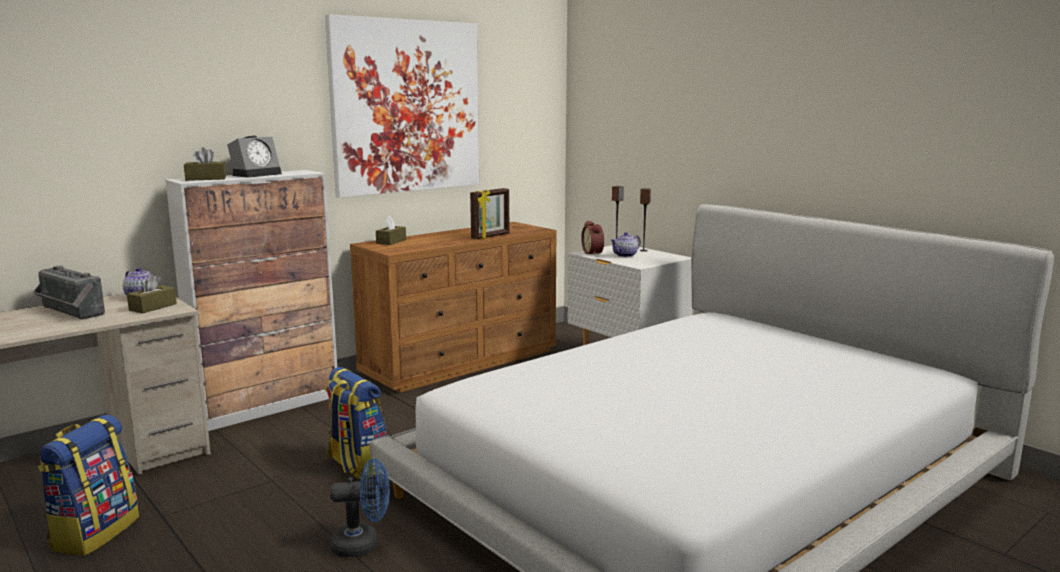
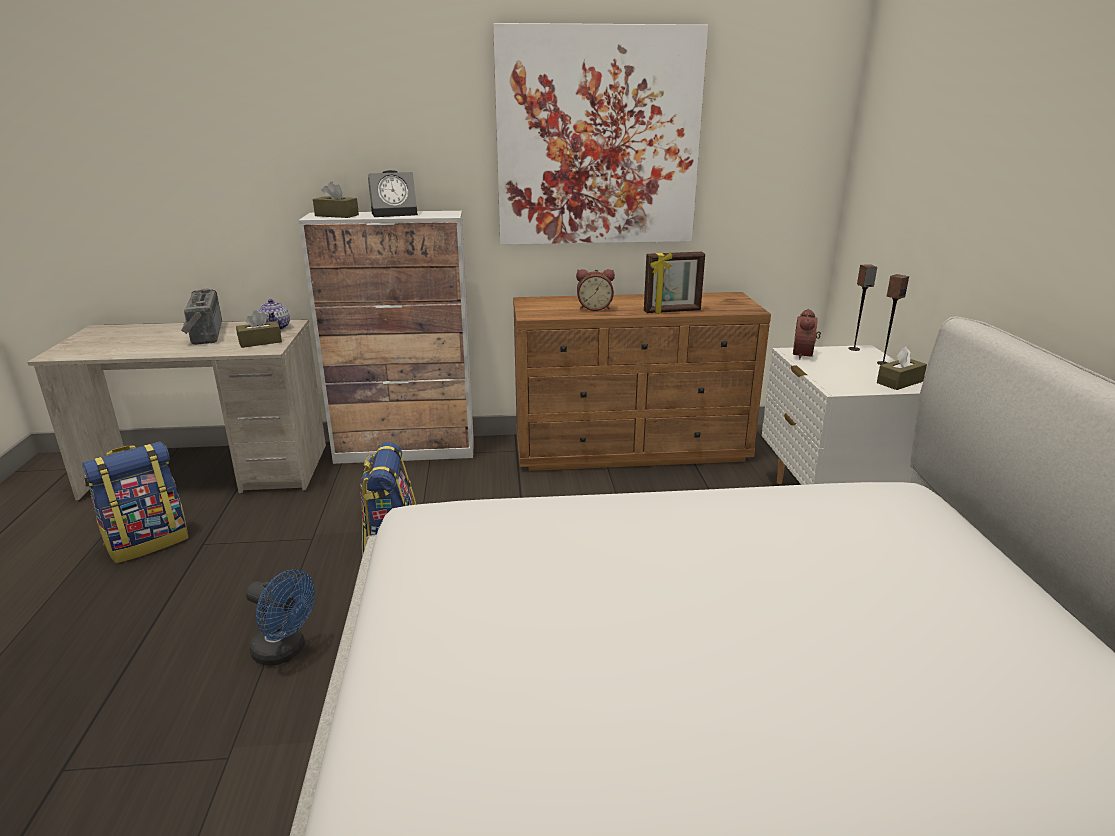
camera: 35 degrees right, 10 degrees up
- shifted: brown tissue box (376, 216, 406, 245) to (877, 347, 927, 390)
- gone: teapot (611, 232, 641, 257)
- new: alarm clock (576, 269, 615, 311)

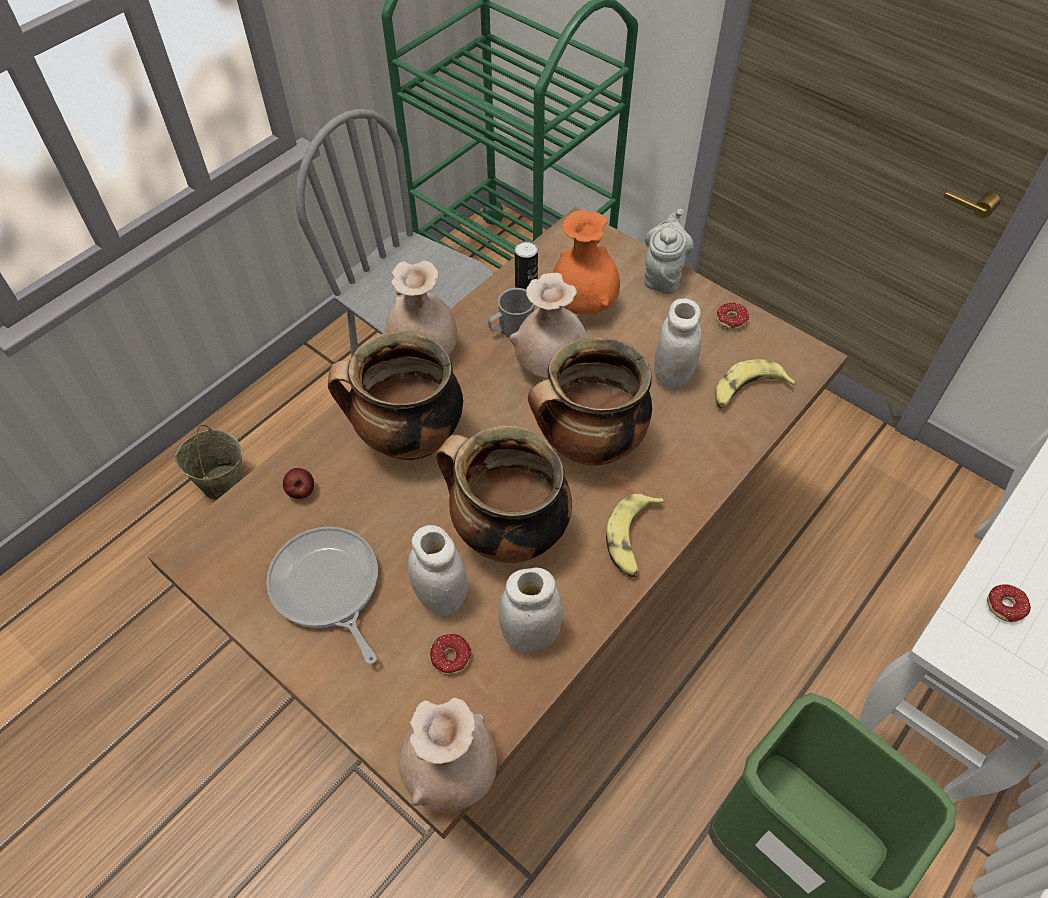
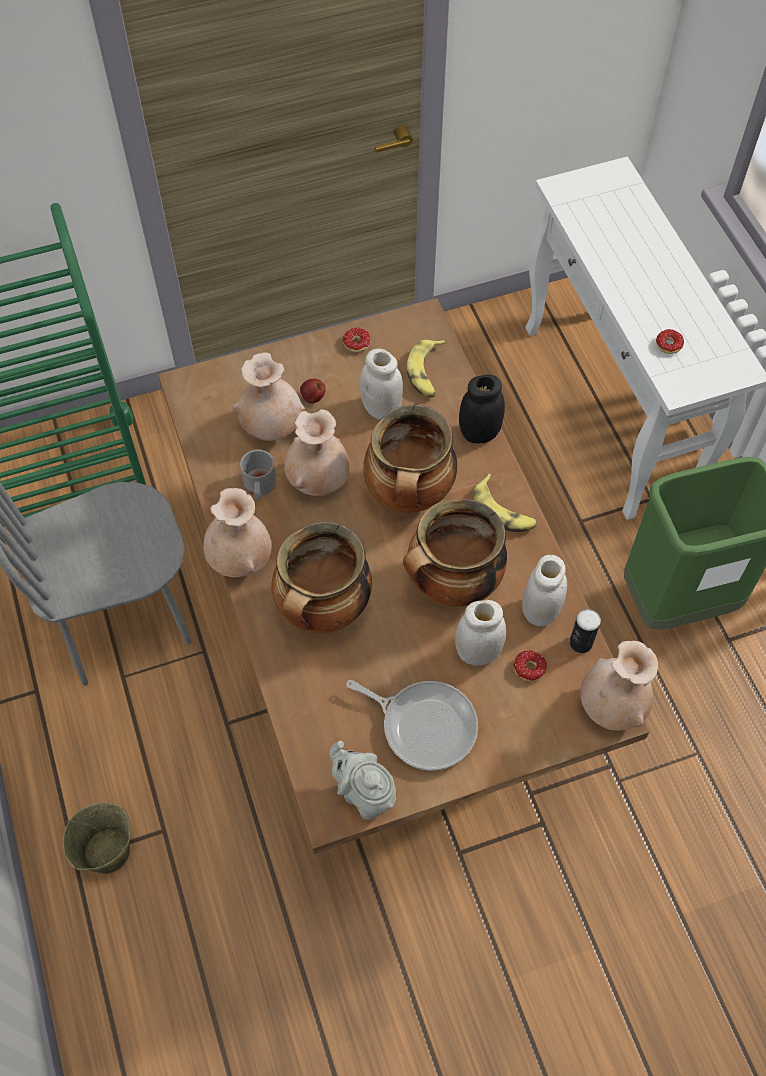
camera: 60 degrees left, 5 degrees up
- rotated: frying pan (267, 527, 378, 664) = (346, 680, 478, 770) 150 degrees counterclockwise
- shifted: apple (283, 468, 314, 499) to (300, 379, 326, 404)
- shifted: can (515, 241, 538, 289) to (570, 609, 601, 653)
- repainted: orange vase (553, 210, 620, 315) to beige vase (232, 352, 305, 441)
- shifted: grey teapot (644, 209, 694, 294) to (329, 741, 396, 820)
- new: black jar (459, 374, 505, 443)

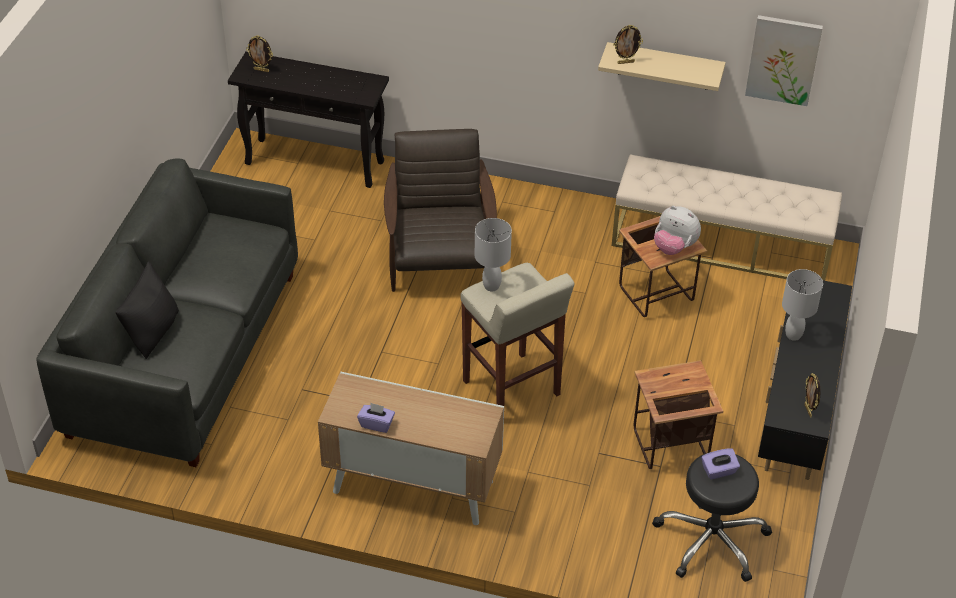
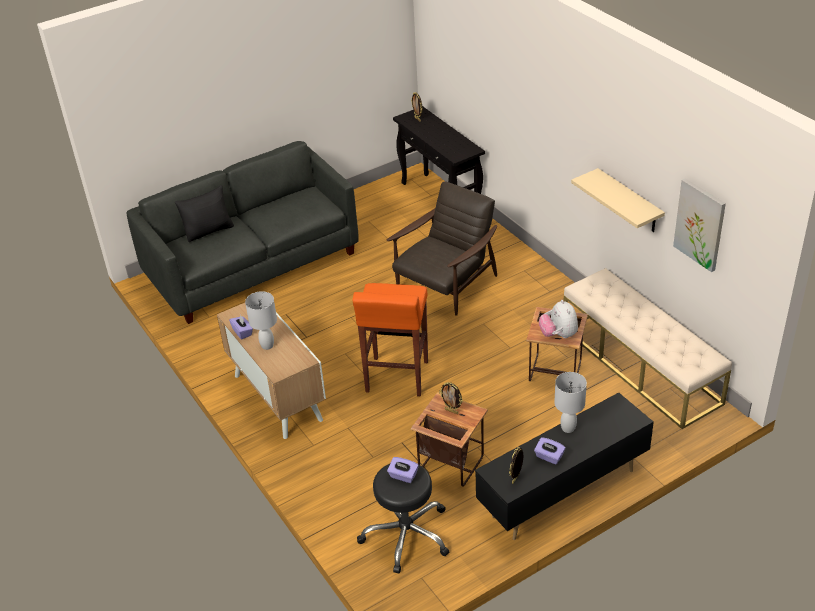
camera: 45 degrees right, 5 degrees down
- repainted: beige stool (461, 263, 574, 406) to orange stool (352, 283, 428, 396)
- shifted: white table lamp (475, 218, 512, 291) to (245, 291, 277, 350)
- shifted: picture frame (613, 25, 643, 64) to (439, 382, 463, 414)
- new: purple tissue box (534, 437, 566, 464)

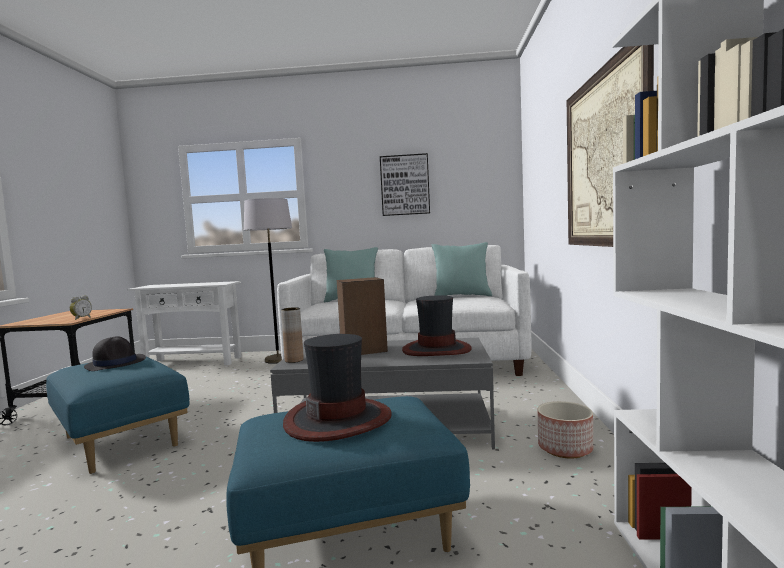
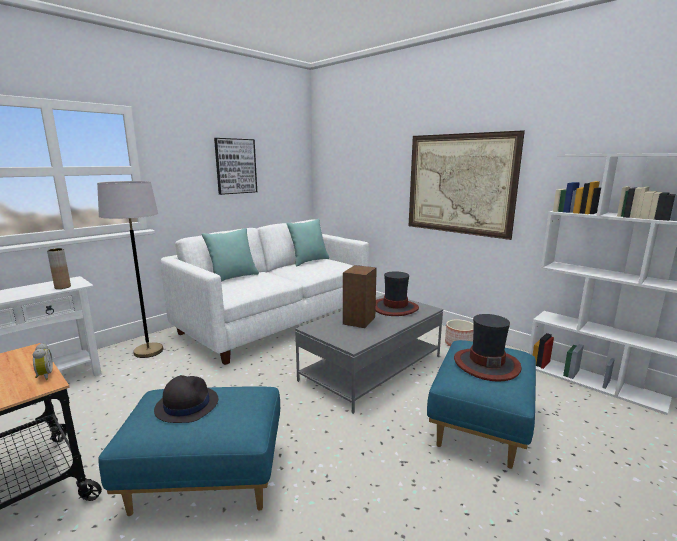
camera: 50 degrees left, 10 degrees up
- shifted: brown vase (281, 307, 304, 363) to (47, 248, 71, 289)

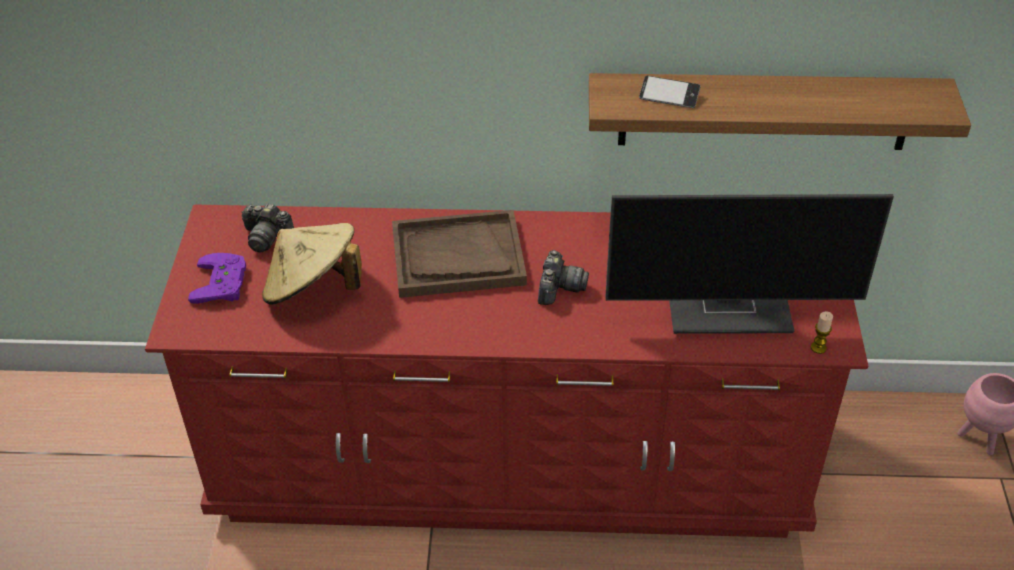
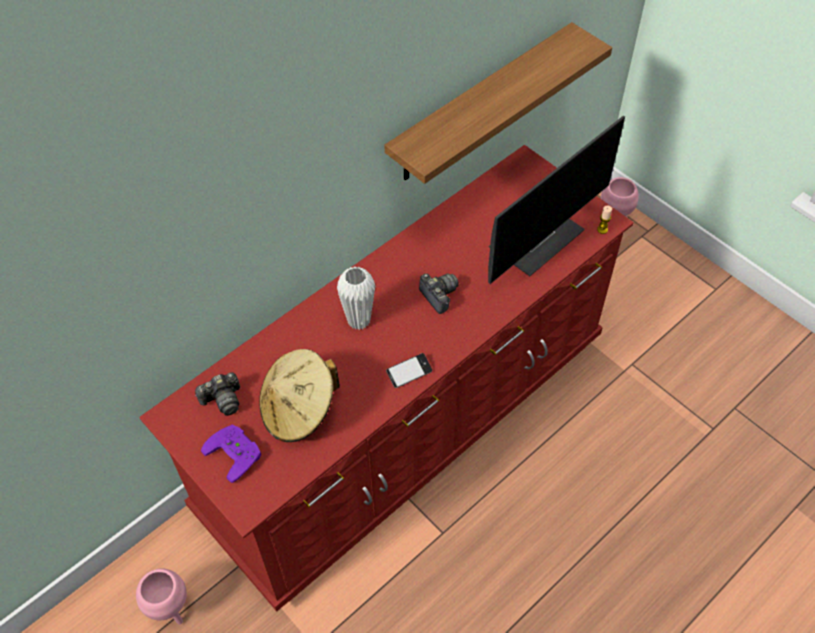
camera: 45 degrees left, 10 degrees up
- swapped: brown tray (392, 210, 527, 298) to white vase (337, 267, 375, 330)
- shifted: phone (639, 76, 700, 108) to (386, 353, 432, 388)
- new: pink planter (136, 568, 187, 624)

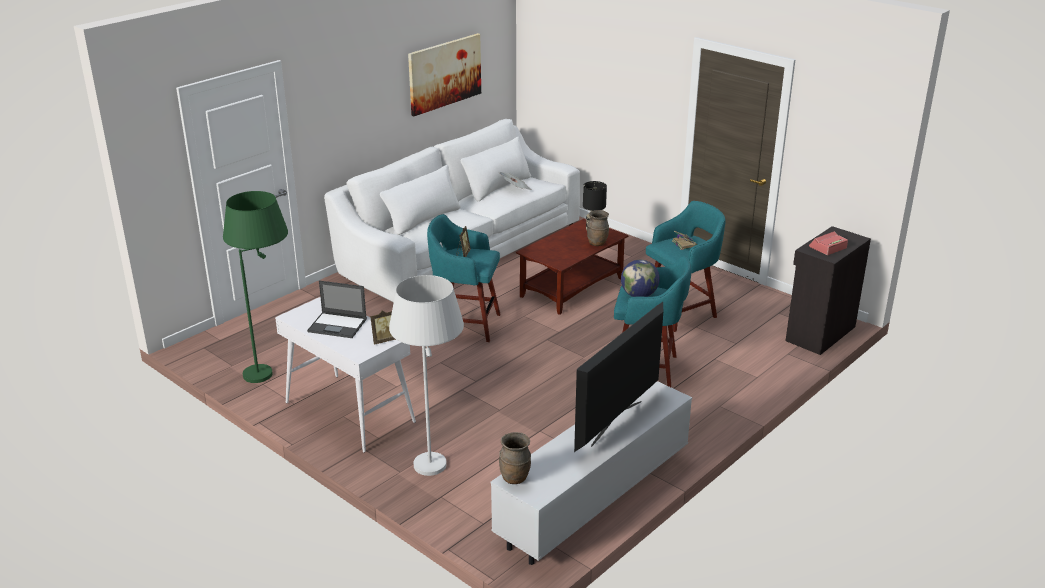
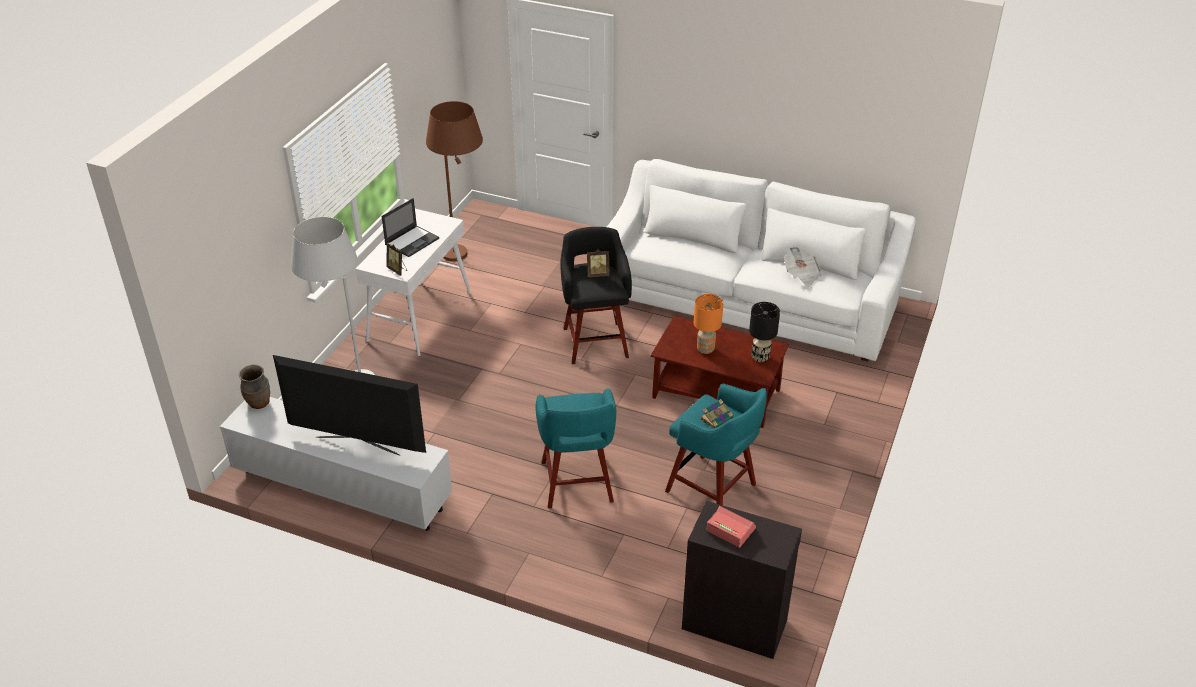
camera: 70 degrees right, 10 degrees up
- repainted: green floor lamp (223, 191, 288, 383) to brown floor lamp (426, 101, 483, 261)
- rotated: laptop (307, 281, 367, 338) = (382, 198, 439, 257) 135 degrees counterclockwise
- gone: picture (408, 33, 481, 117)
- repainted: turquoise stool (427, 214, 501, 342) to black stool (560, 227, 632, 364)
- gone: brown vase (587, 210, 609, 246)
- gone: globe (621, 260, 660, 297)
- new: orange table lamp (694, 294, 723, 354)

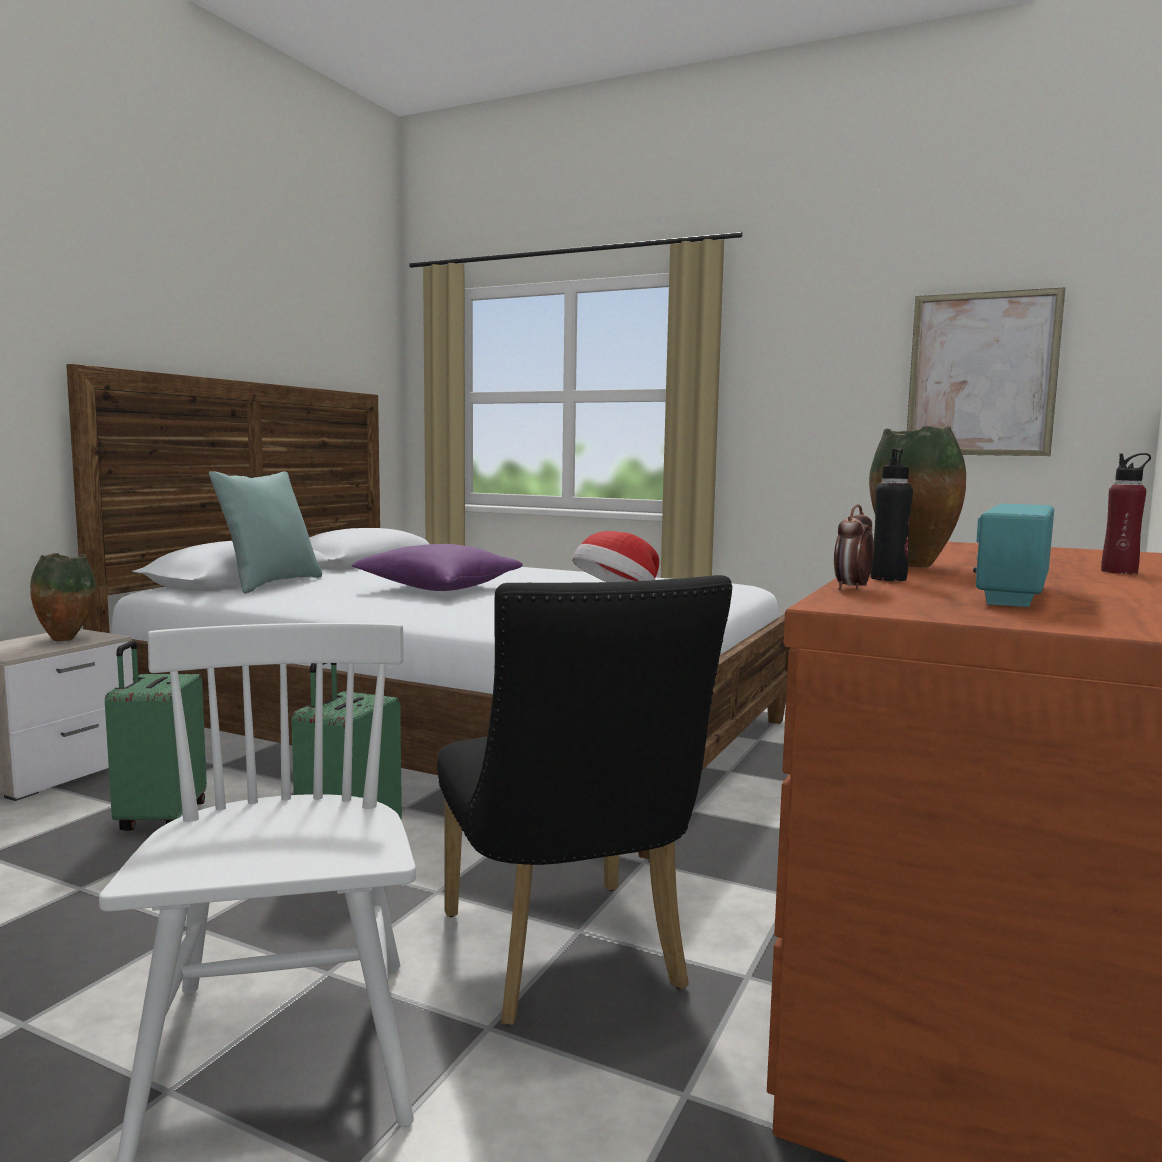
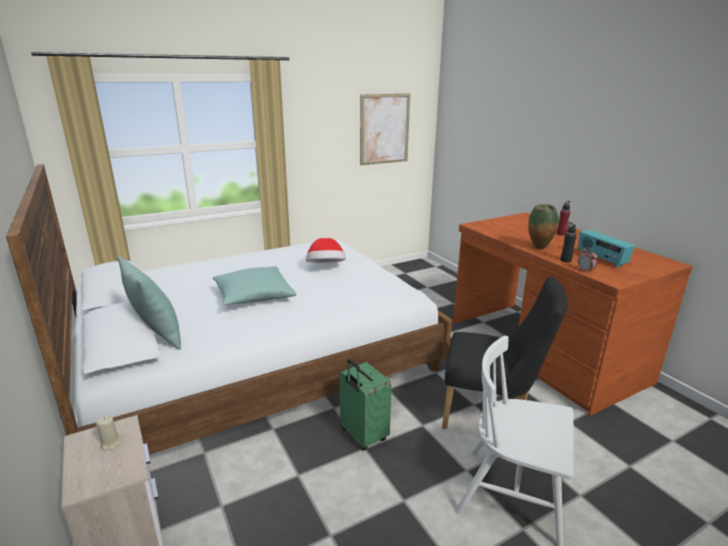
camera: 55 degrees left, 15 degrees up
- swapped: vase (30, 553, 96, 641) to beige candle (96, 416, 121, 451)
- gone: green suitcase (105, 641, 207, 831)
- repainted: purple pillow (351, 544, 523, 591) to turquoise pillow (213, 266, 297, 305)

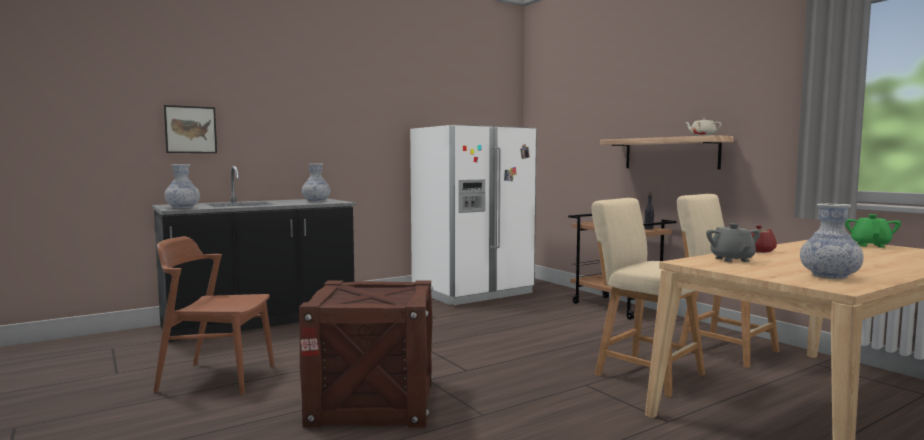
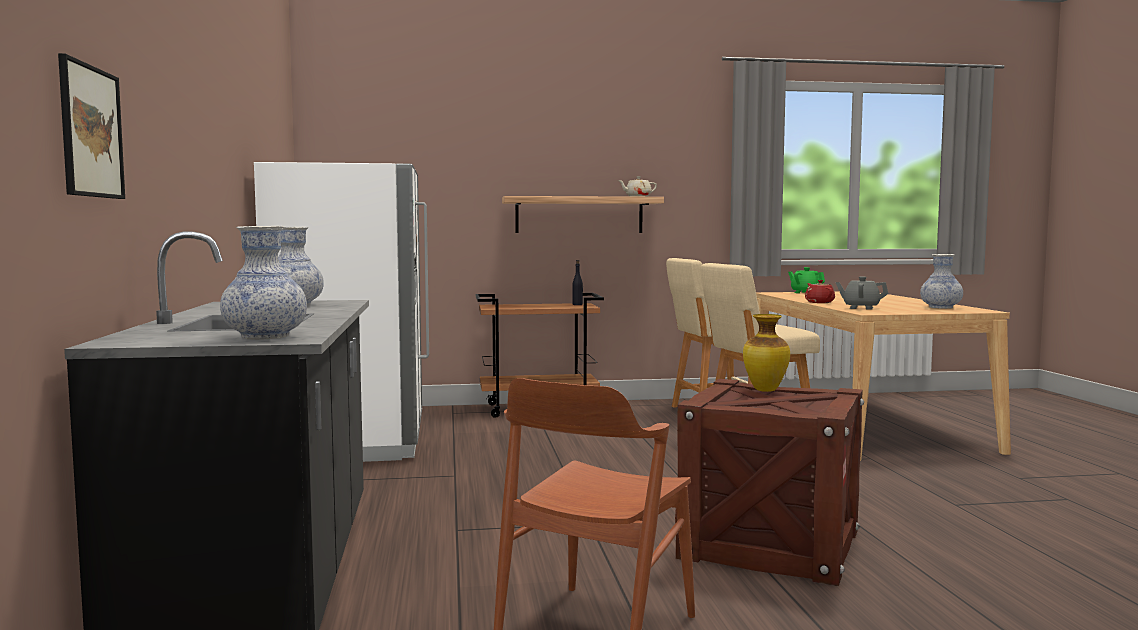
camera: 65 degrees left, 0 degrees up
- new: vase (743, 314, 790, 392)

